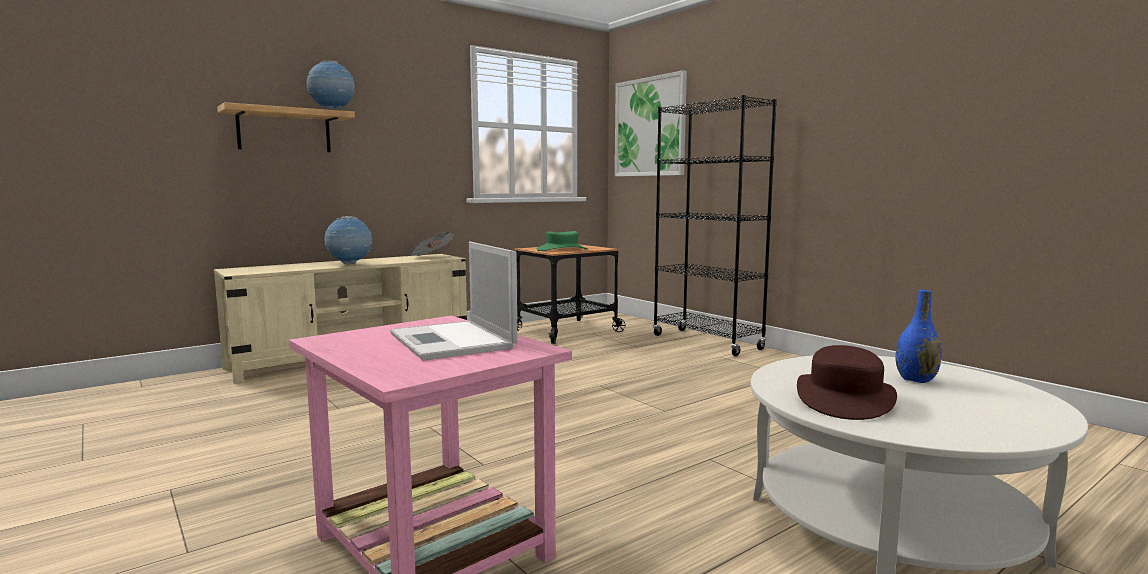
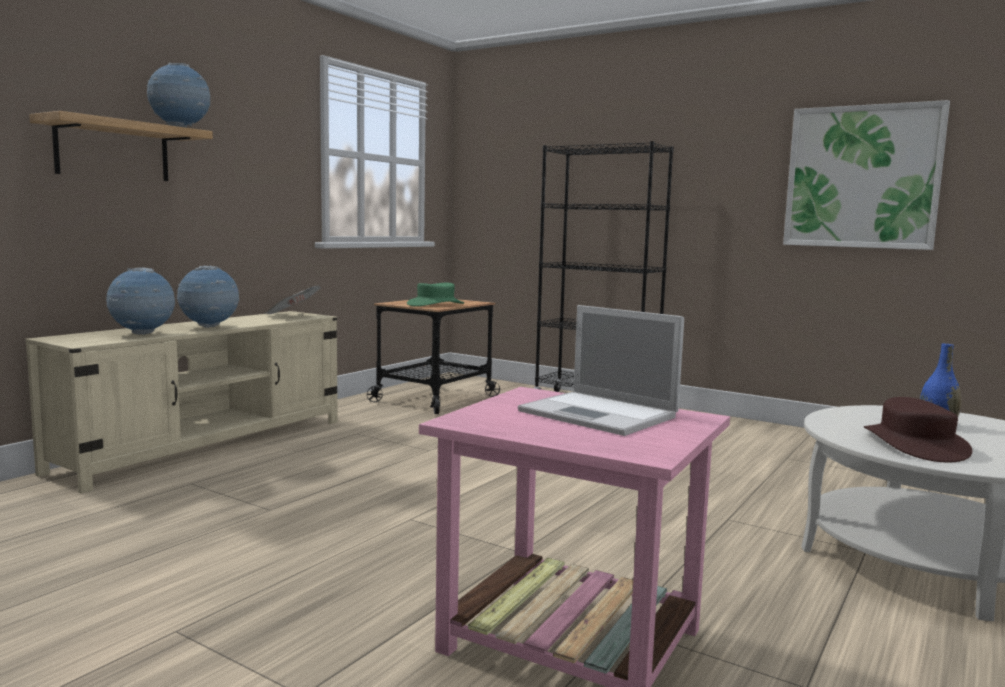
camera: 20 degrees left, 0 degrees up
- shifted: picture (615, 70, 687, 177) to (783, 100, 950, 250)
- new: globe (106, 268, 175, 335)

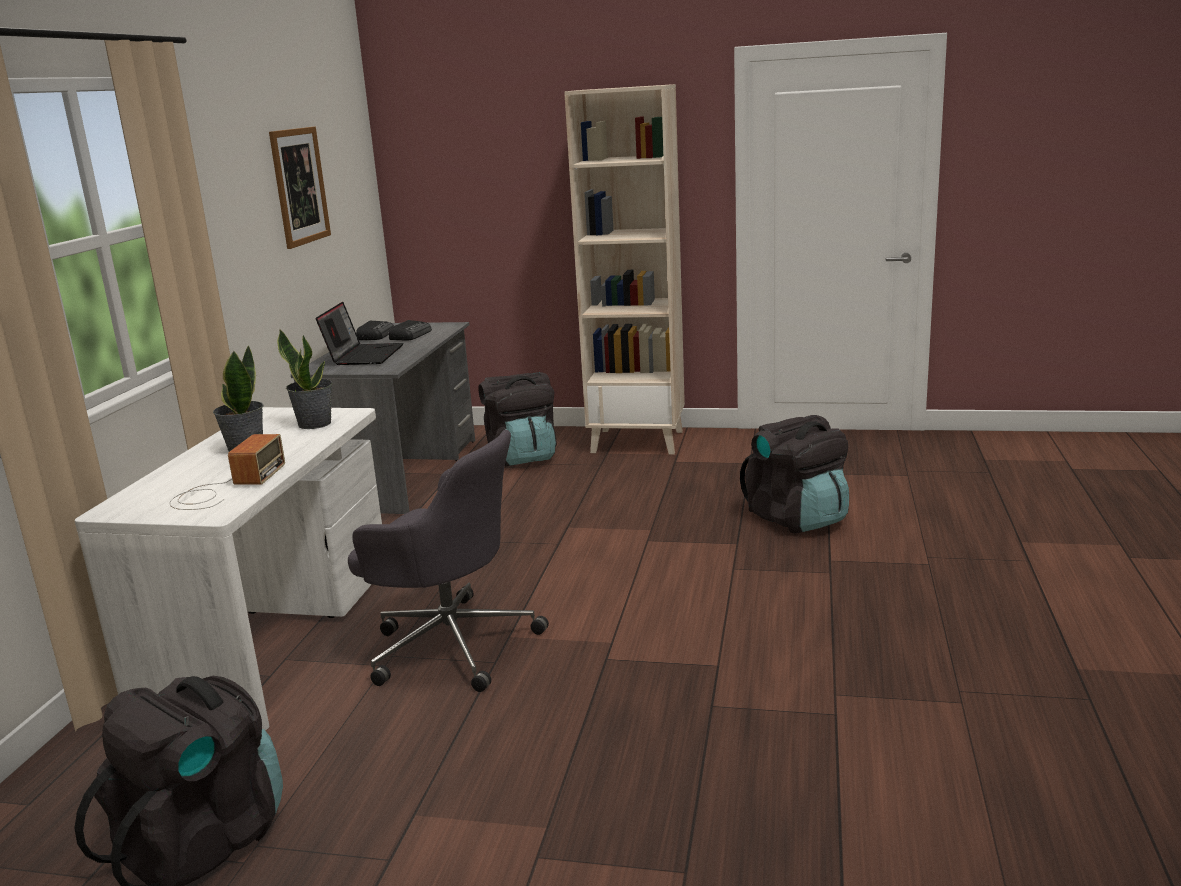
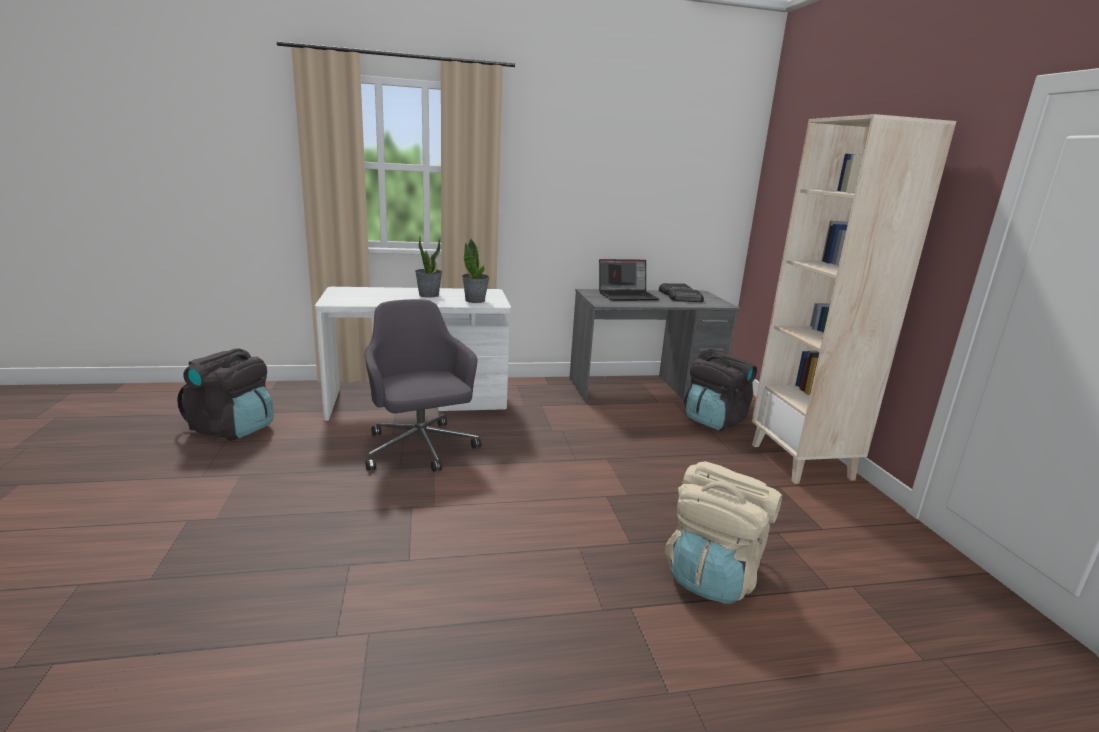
camera: 65 degrees right, 0 degrees up
- gone: radio (169, 434, 285, 510)
- gone: picture (269, 127, 331, 249)
- rotated: grey office chair (348, 430, 549, 692) = (364, 299, 481, 472) 150 degrees clockwise
- repainted: black backpack (740, 415, 849, 533) to beige backpack (665, 461, 782, 604)

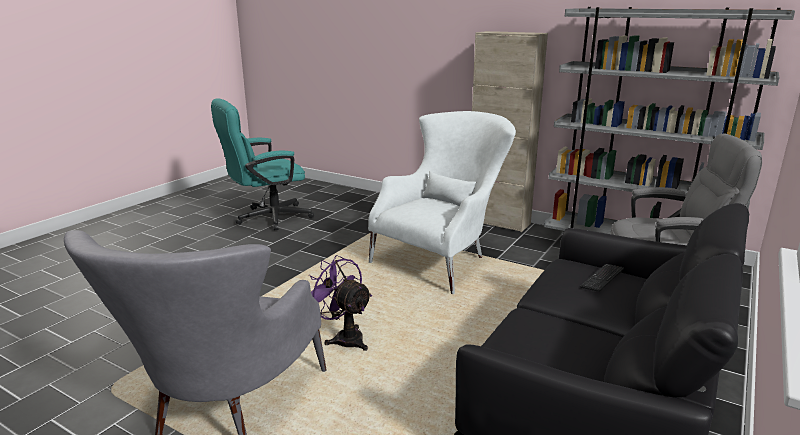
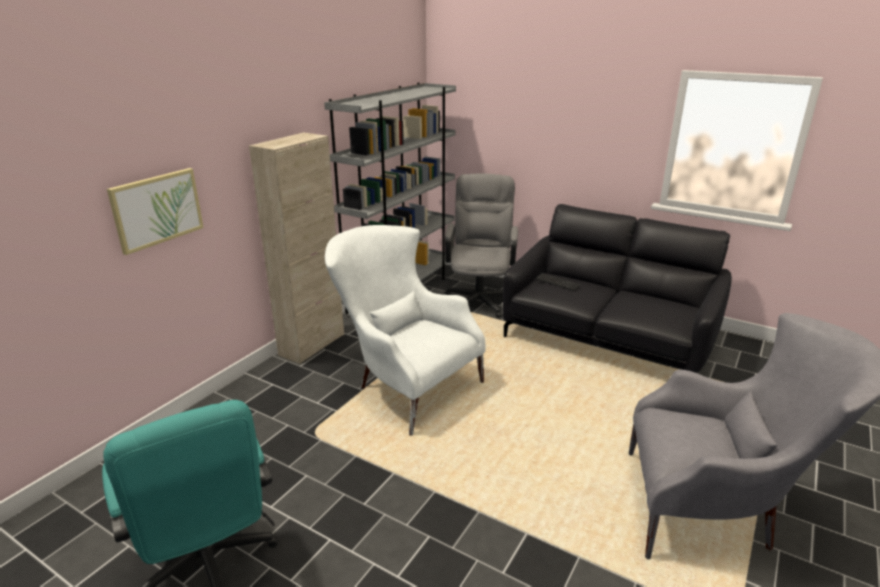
camera: 90 degrees left, 5 degrees up
- gone: purple fan (309, 255, 372, 351)
- new: picture (107, 168, 204, 255)

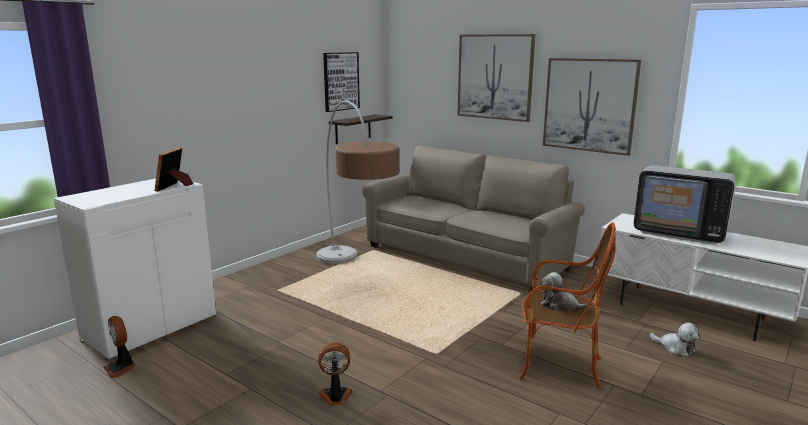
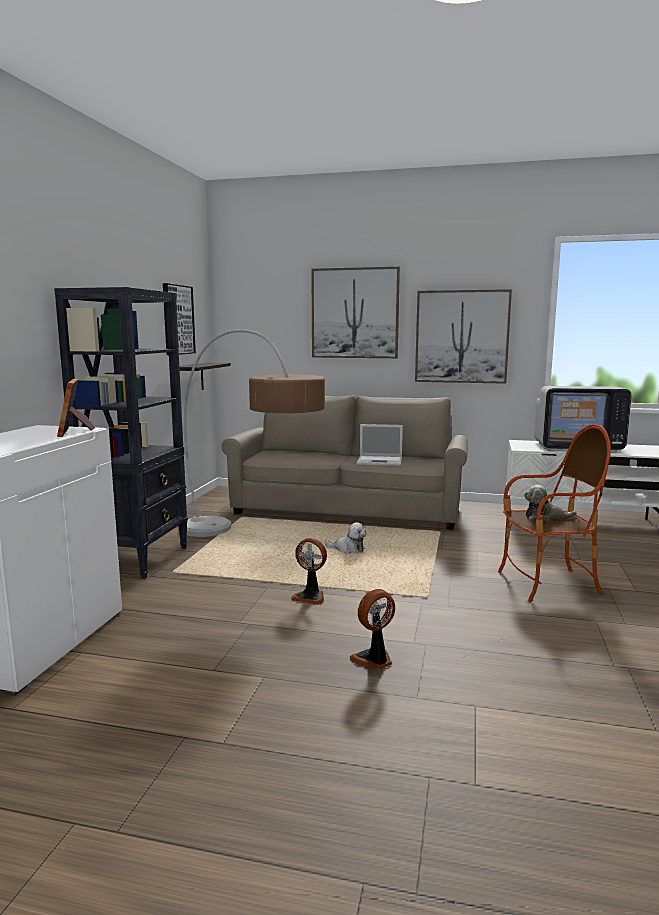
camera: 25 degrees left, 5 degrees down
- shifted: fan (103, 316, 137, 378) to (291, 538, 327, 605)
- shifted: plush toy (650, 323, 699, 356) to (325, 522, 367, 554)
- new: black bookcase (54, 287, 188, 579)
- new: laptop (356, 424, 403, 466)

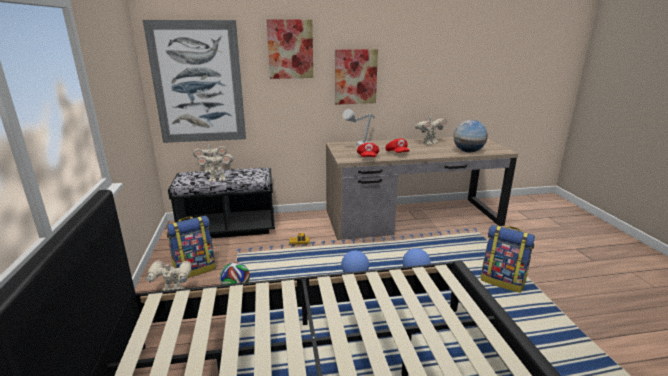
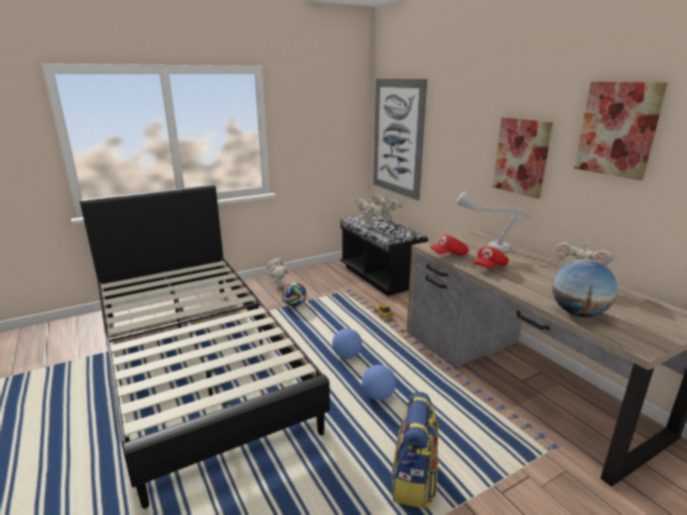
camera: 70 degrees right, 0 degrees up
- gone: backpack (167, 216, 216, 278)
- shifted: picture (267, 19, 313, 79) to (574, 82, 668, 181)

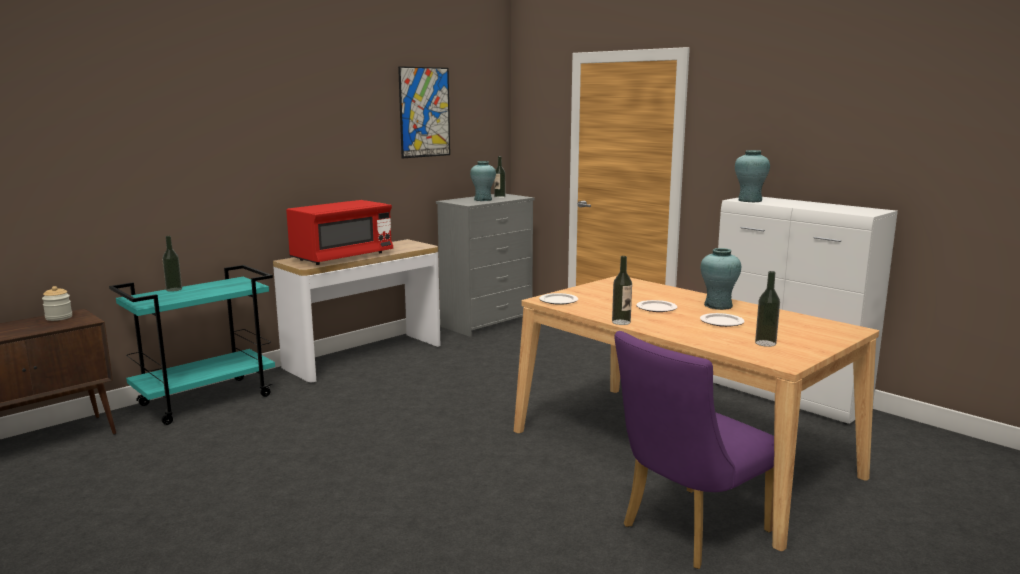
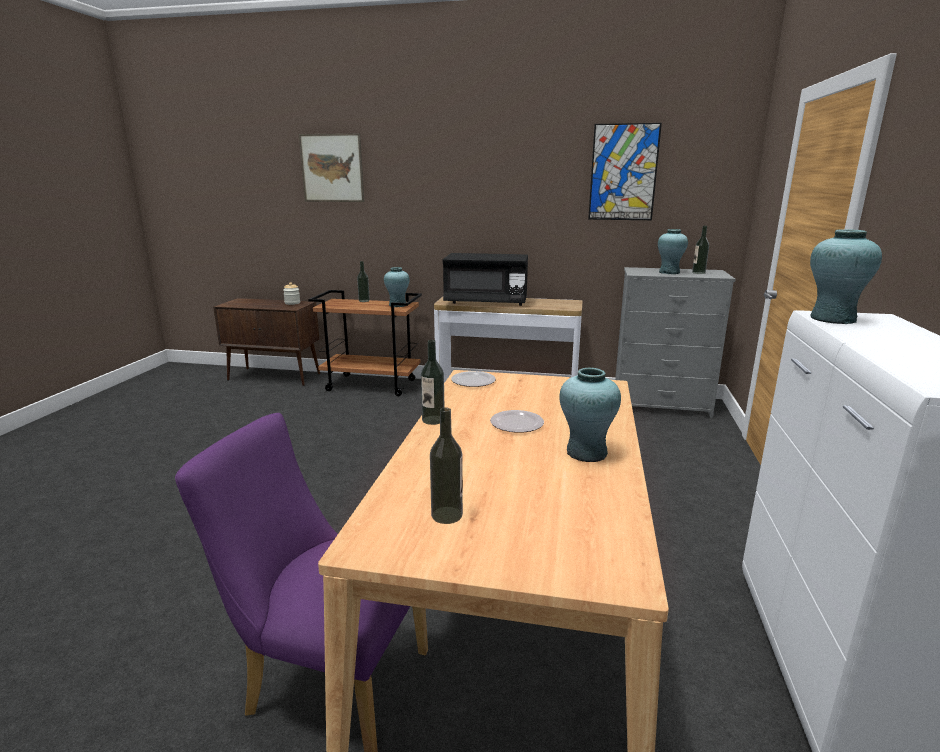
camera: 55 degrees right, 5 degrees up
- repainted: turquoise cart (109, 265, 275, 425) to brown cart (308, 290, 422, 396)
- repainted: red microwave (286, 200, 393, 265) to black microwave (443, 253, 528, 306)
- gone: plate (700, 313, 745, 327)
- new: picture (299, 133, 364, 202)
- new: turquoise vase (384, 267, 410, 307)

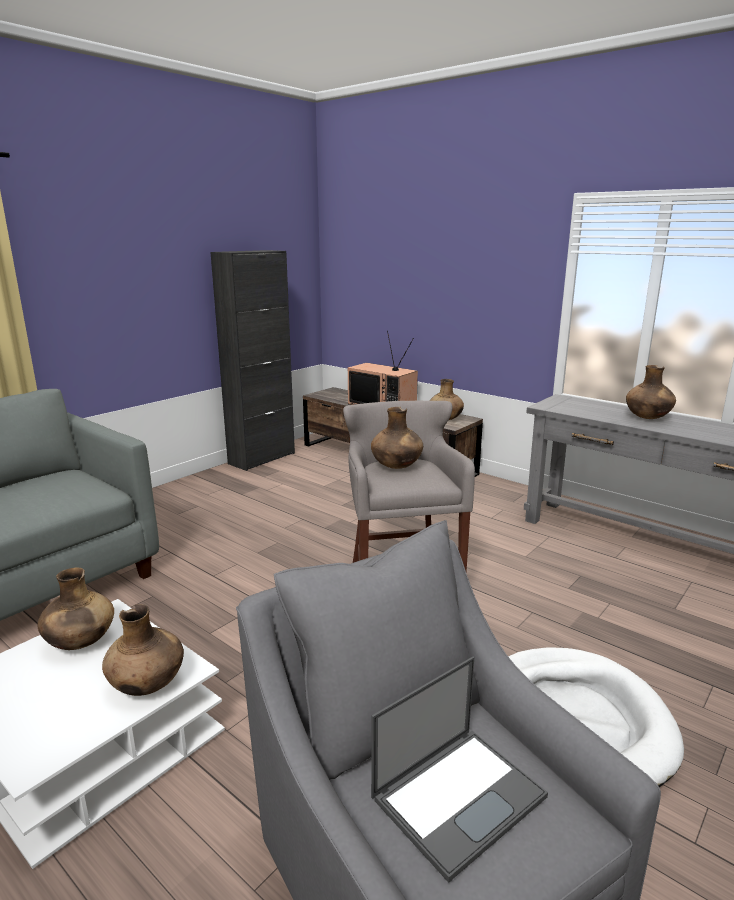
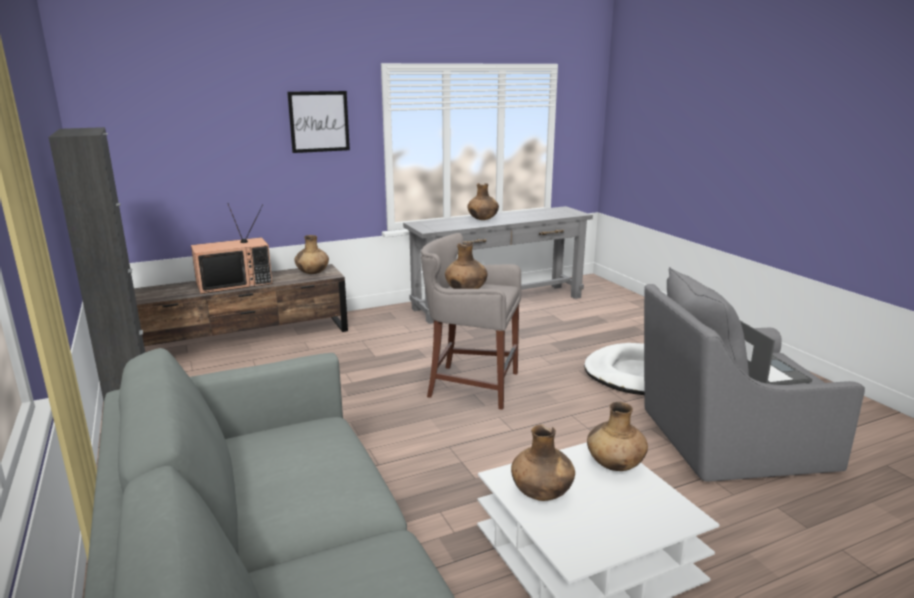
camera: 65 degrees left, 0 degrees up
- new: picture (287, 91, 350, 153)

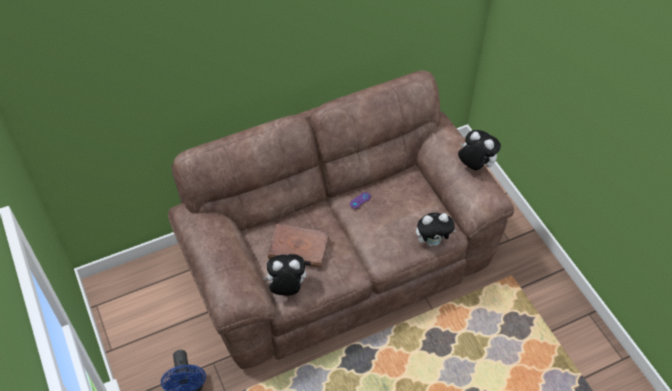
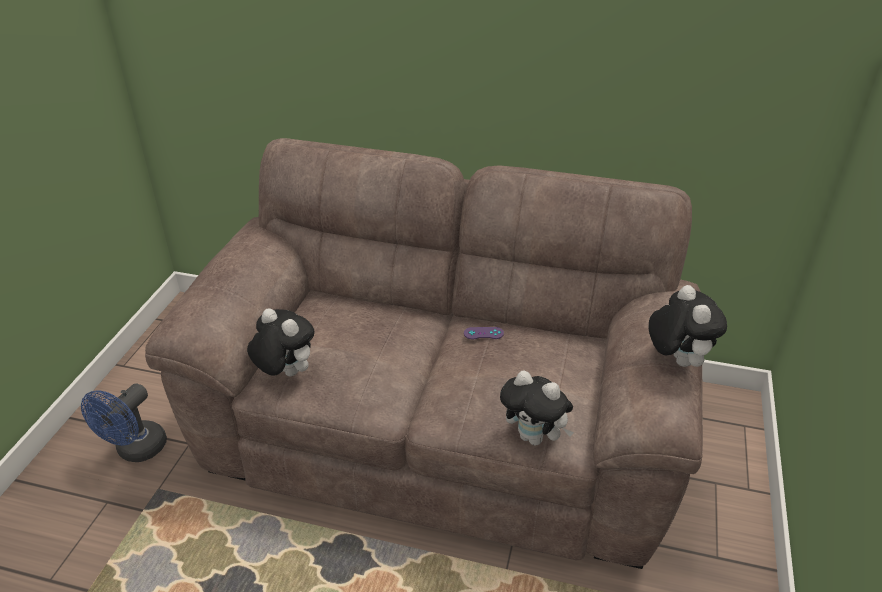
camera: 40 degrees right, 15 degrees down
- gone: brown book (268, 223, 330, 268)

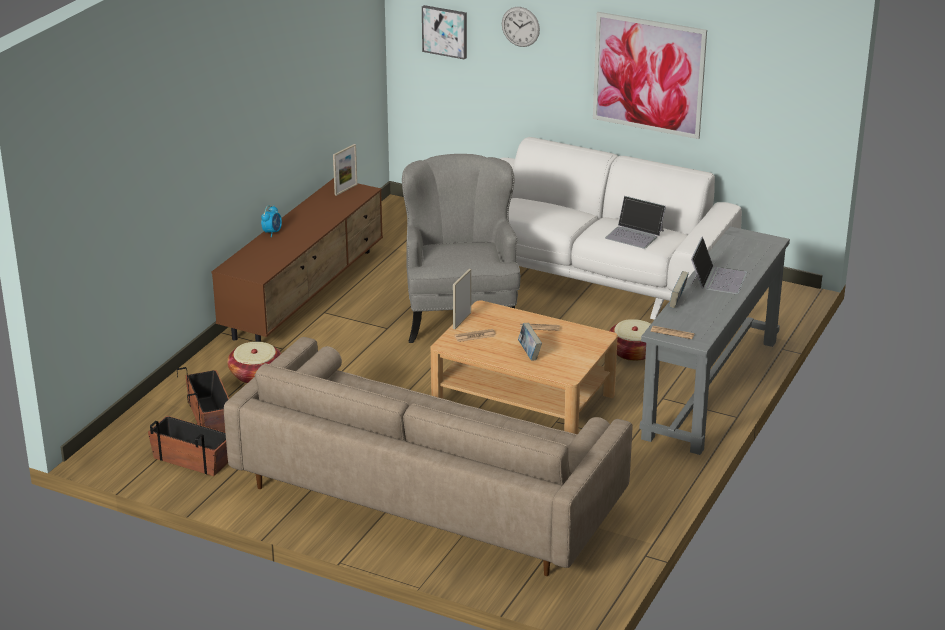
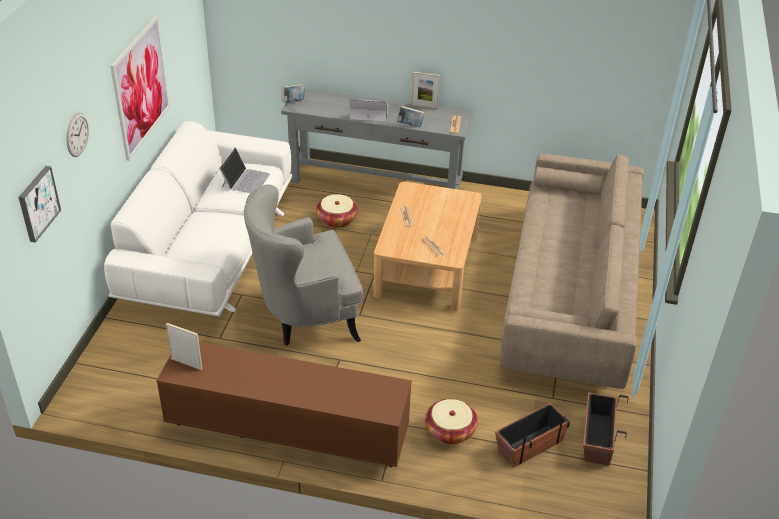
camera: 105 degrees left, 10 degrees up
- gone: alarm clock (261, 205, 282, 237)
- shifted: picture frame (453, 269, 471, 329) to (411, 72, 440, 109)
- shifted: book (518, 323, 542, 361) to (282, 84, 305, 103)

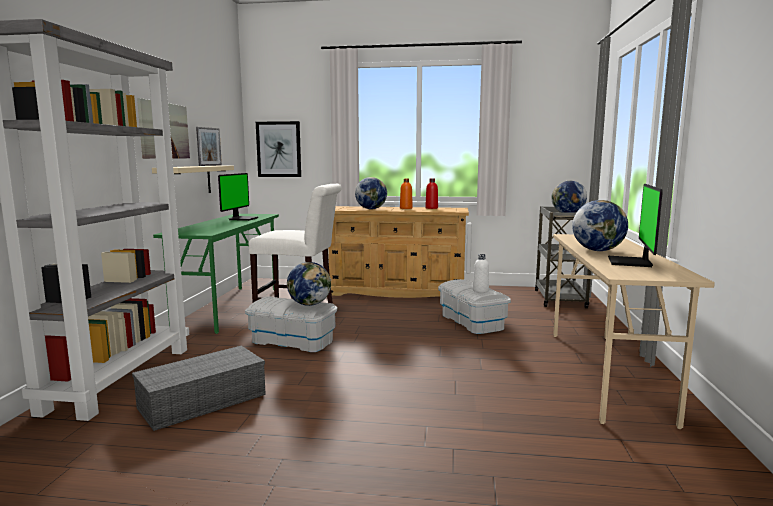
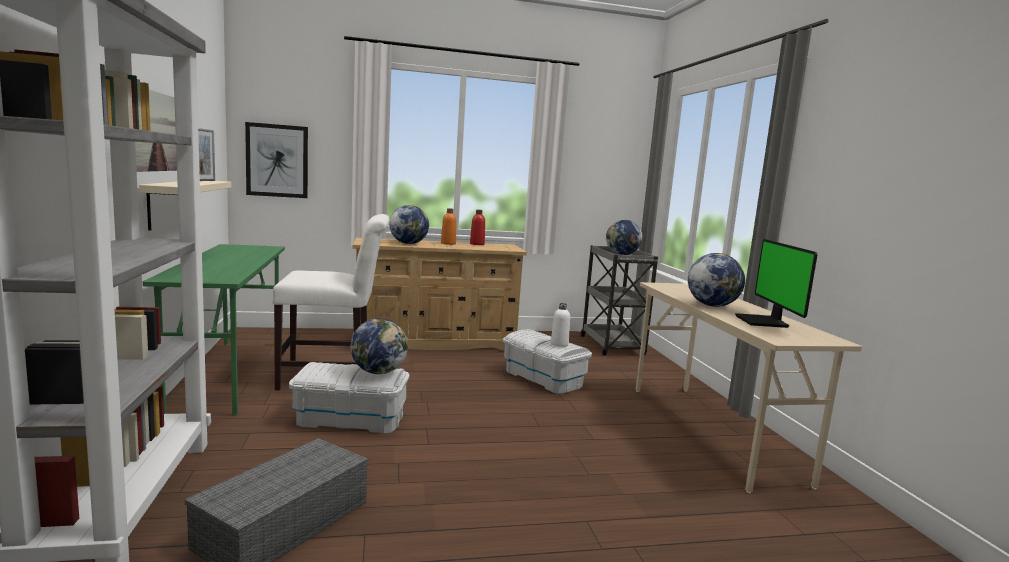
camera: 20 degrees left, 0 degrees up
- gone: monitor (218, 173, 258, 221)

